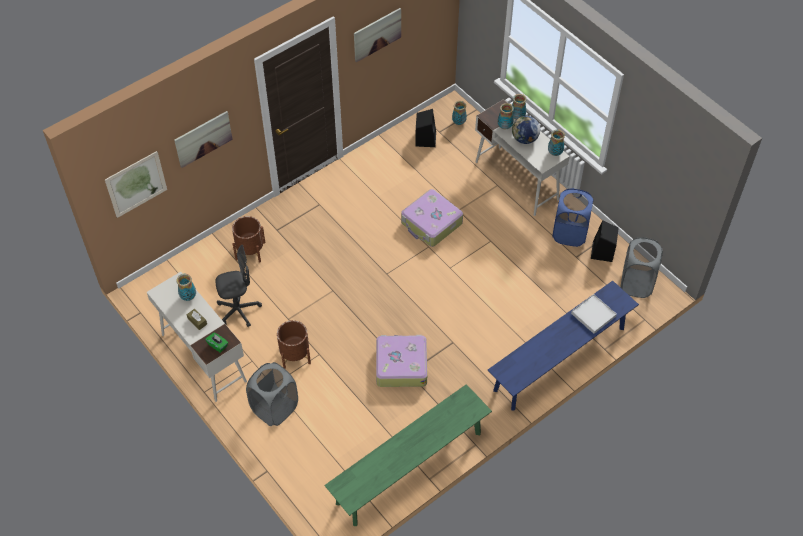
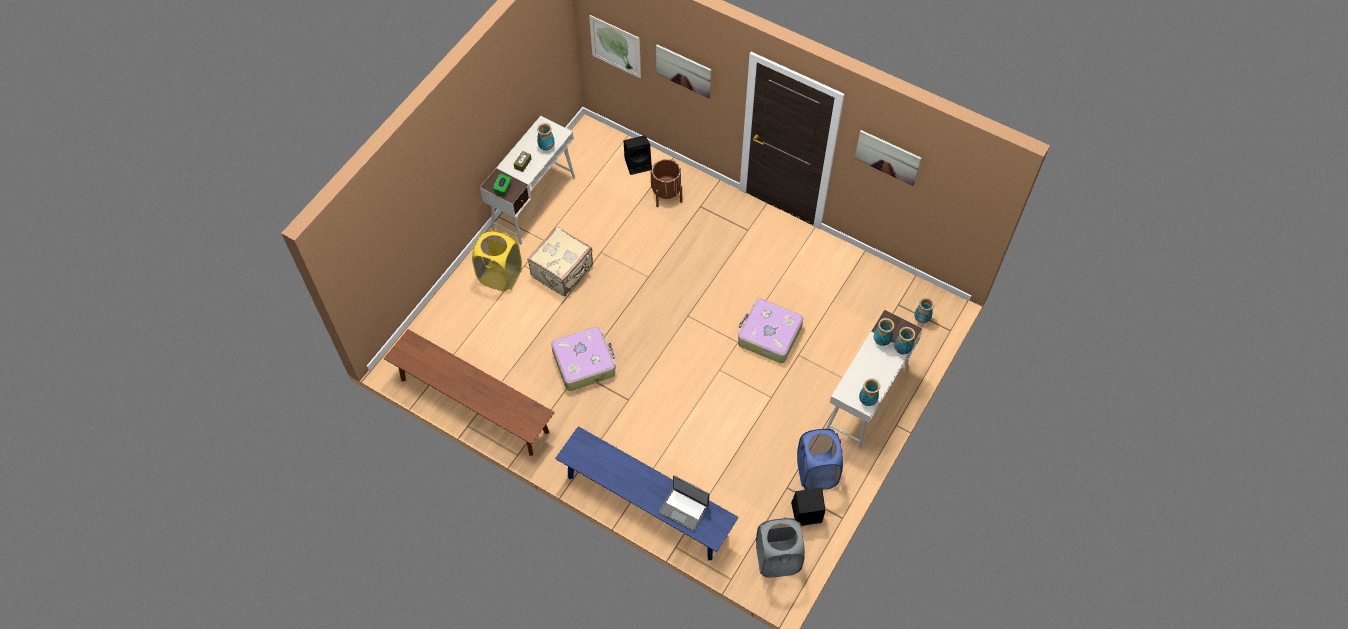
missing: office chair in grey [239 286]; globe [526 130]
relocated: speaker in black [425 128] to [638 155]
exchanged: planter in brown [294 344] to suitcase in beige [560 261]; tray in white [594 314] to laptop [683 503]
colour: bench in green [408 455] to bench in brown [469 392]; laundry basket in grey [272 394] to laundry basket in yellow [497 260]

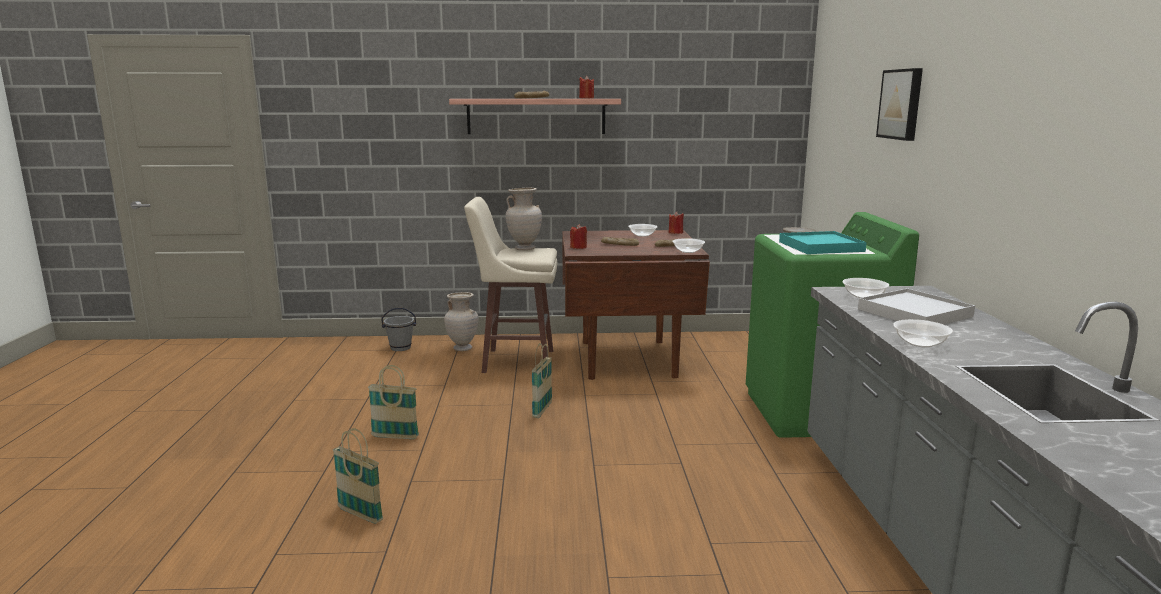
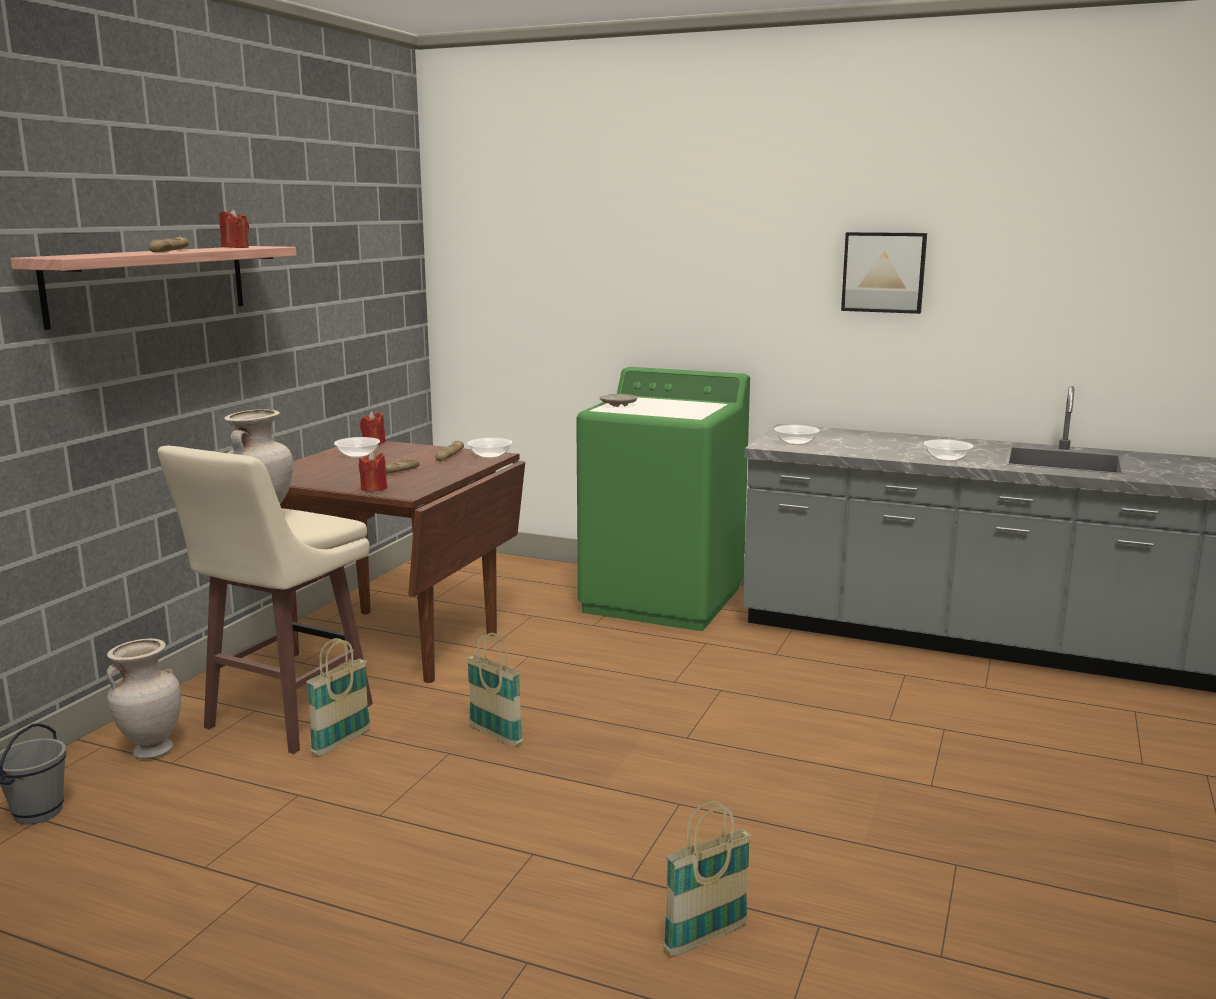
missing: tray in turquoise [823 242]; tray in white [916 306]
relocated: basket [393 402] to [338 697]; picture [899 104] to [884 273]

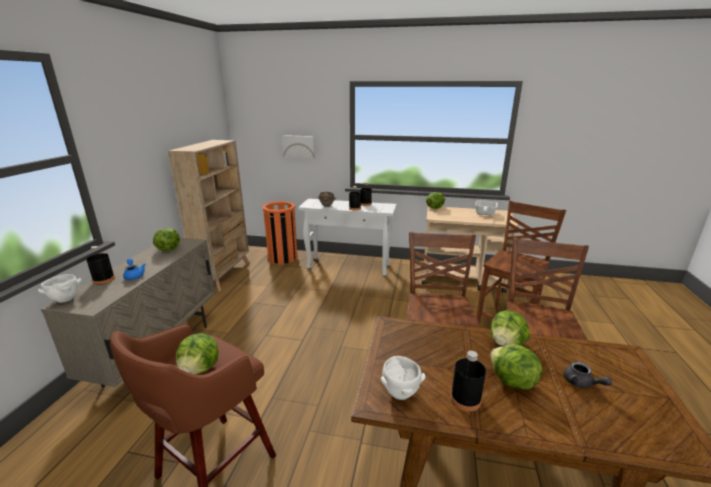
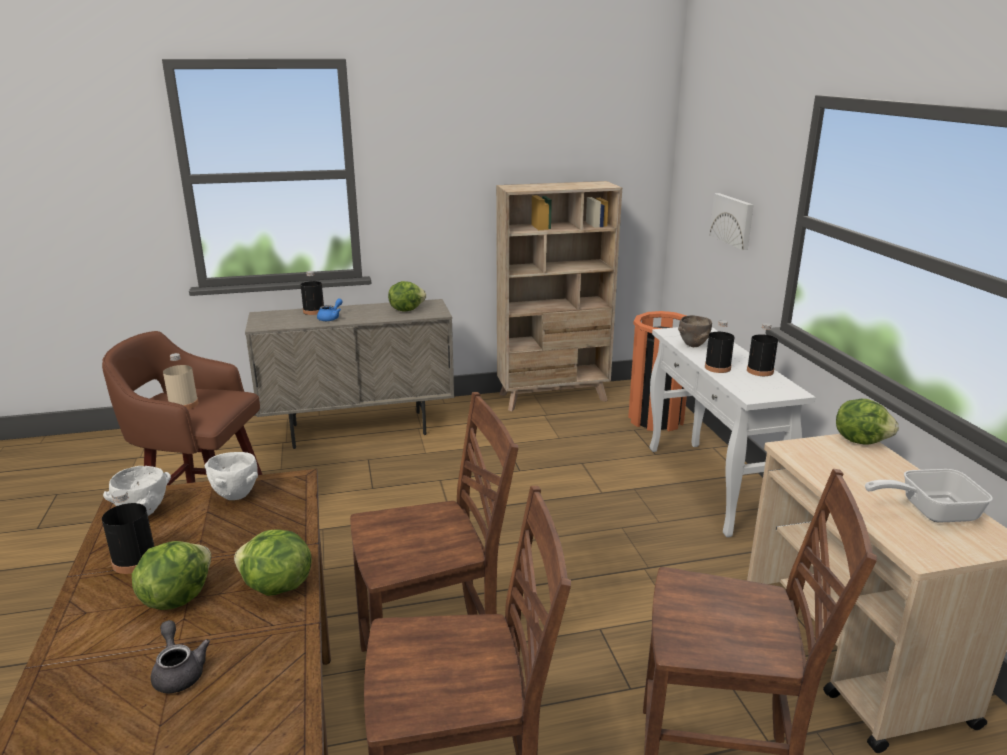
relocated: bowl in white [59 288] to [231 476]
exchanged: lettuce [197 354] to bottle in beige [181 381]
spun: teapot in grey [587 375] = [180 656] 120 degrees clockwise

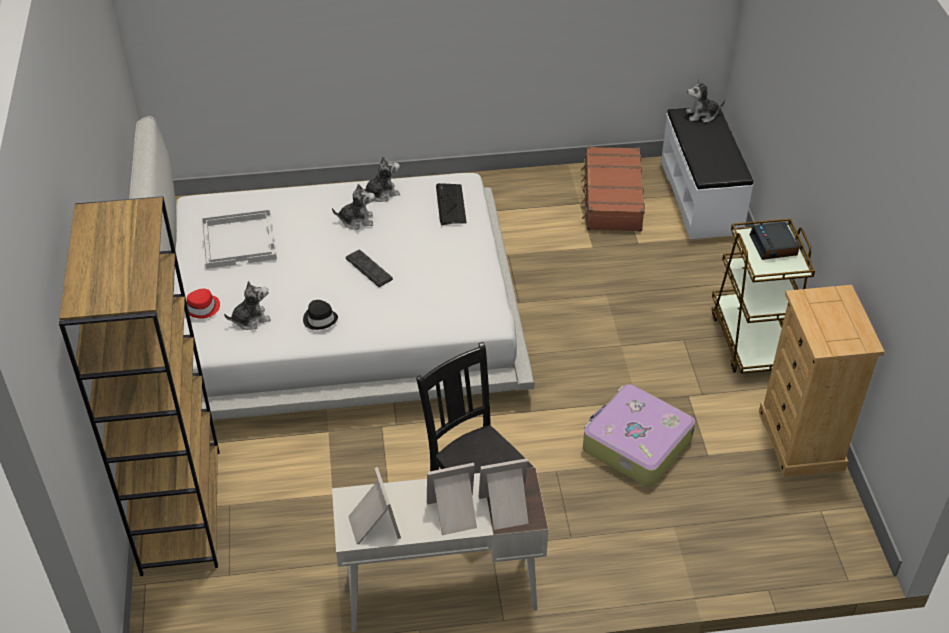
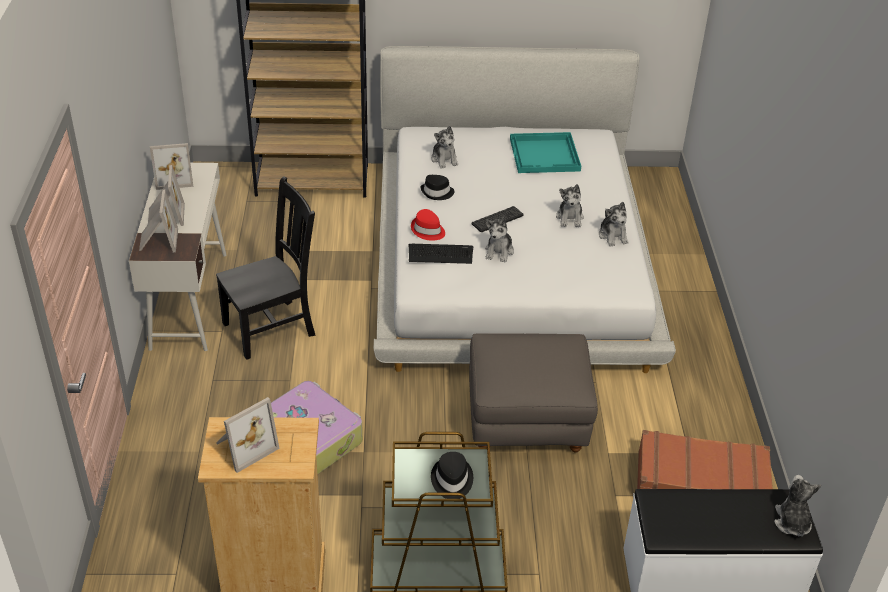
appeared: picture frame [248 435]; ottoman in grey [533 393]; plush toy [499 239]
relocated: keyboard [451 204] to [441 254]; hat in red [202 304] to [428 224]
exchanged: alarm clock [774 241] to hat in black [452 475]
colour: tray in white [239 239] to tray in turquoise [545 152]

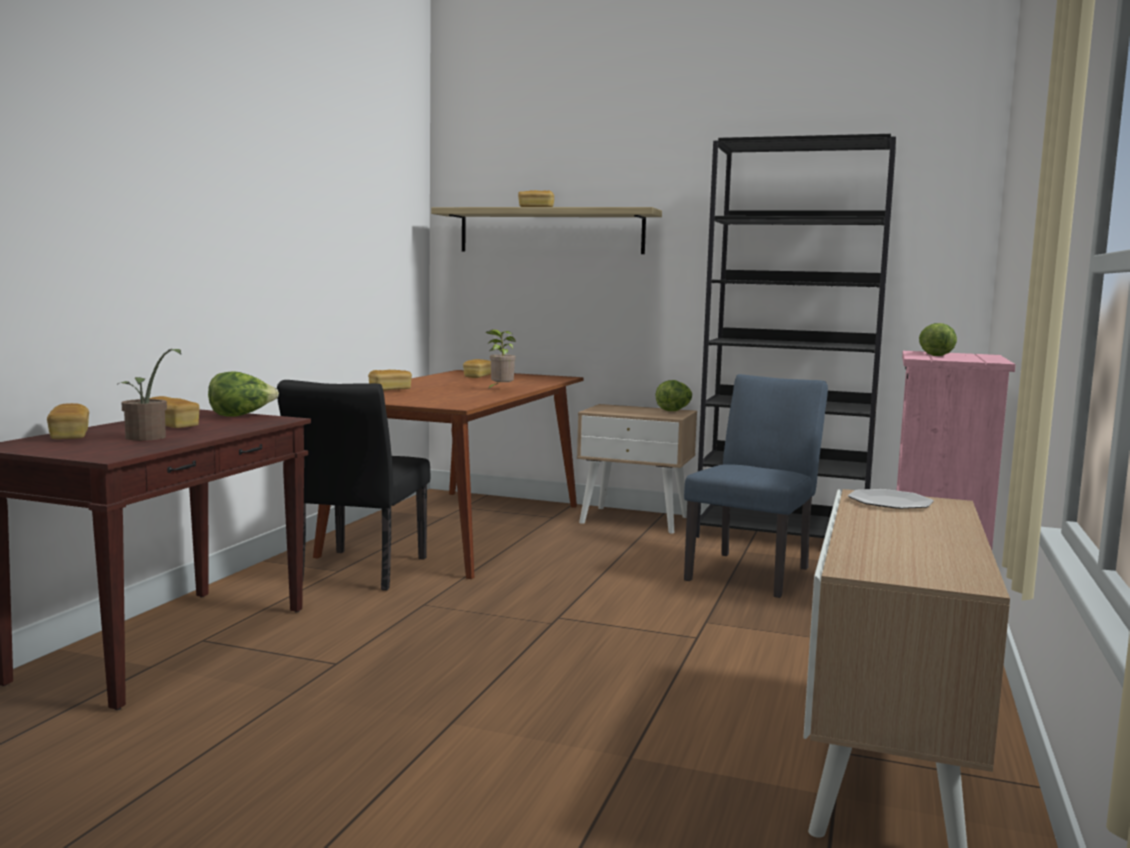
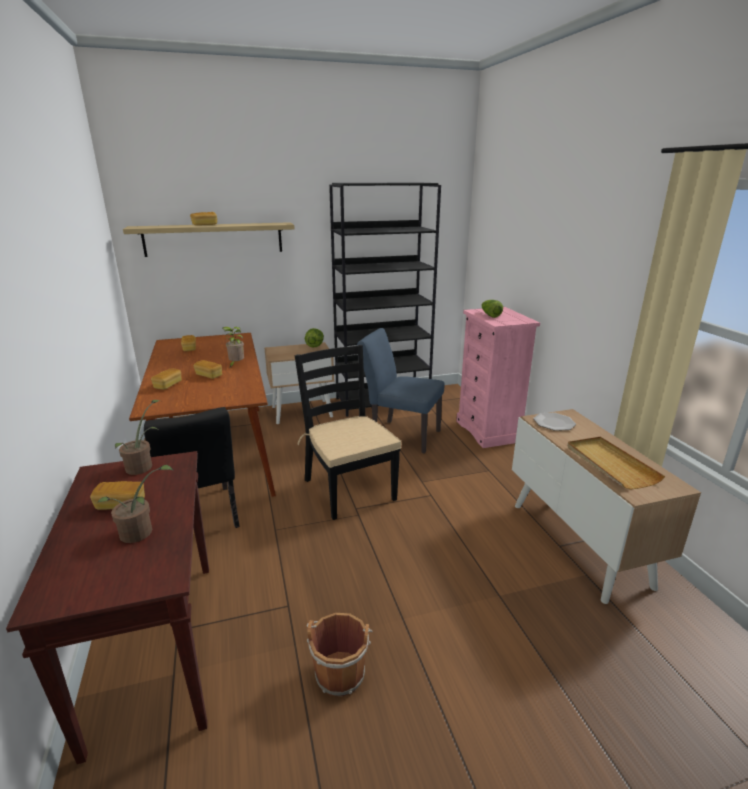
appeared: chair in black [348 432]; bucket in brown [339 655]; tray in beige [616 463]
relocated: bread [68 421] to [208 369]
exchanged: lettuce [243 394] to potted plant [137 437]
spun: chair in blue [756 486] = [400 391] 60 degrees counterclockwise

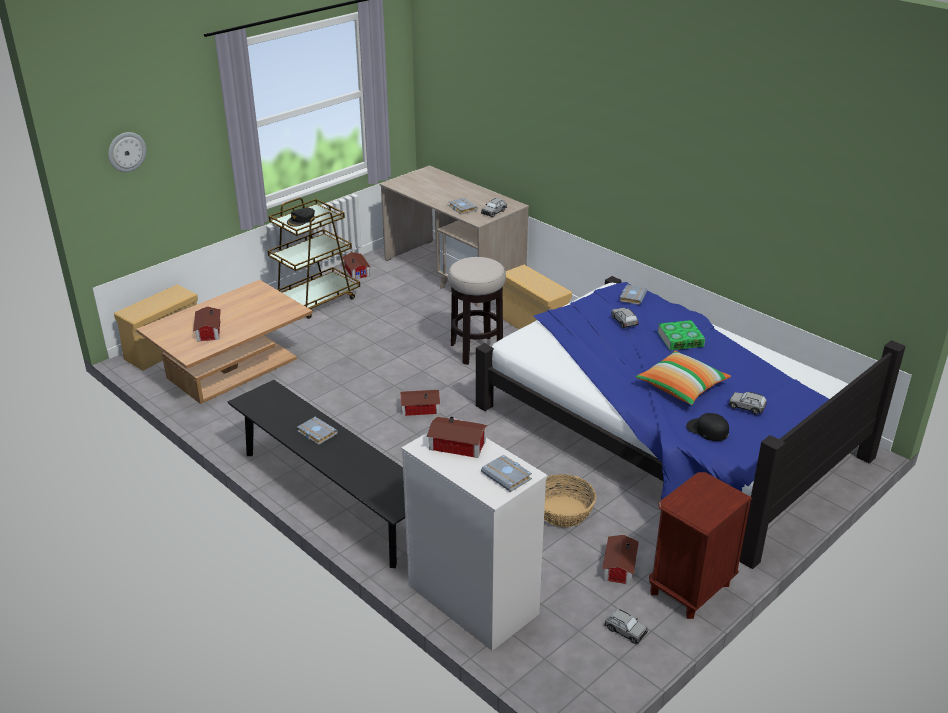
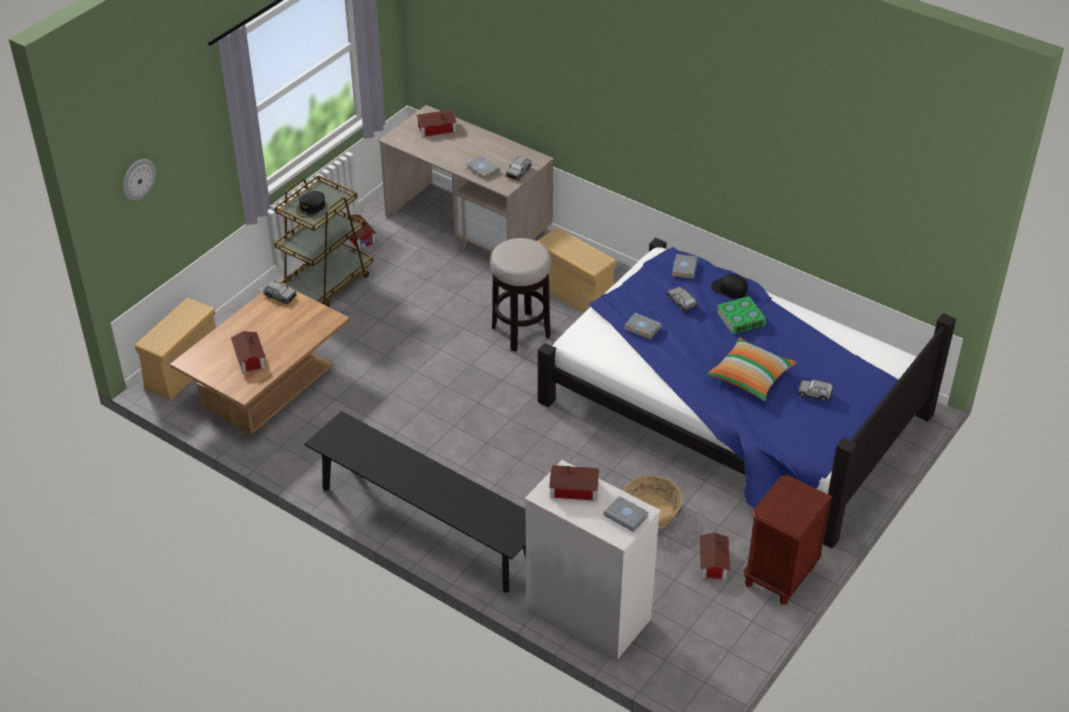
relocated: toy car in grey [626 626] to [280 292]; toy house [420 403] to [436 123]; book in grey [317 431] to [643 326]; cap in black [707 427] to [729 286]

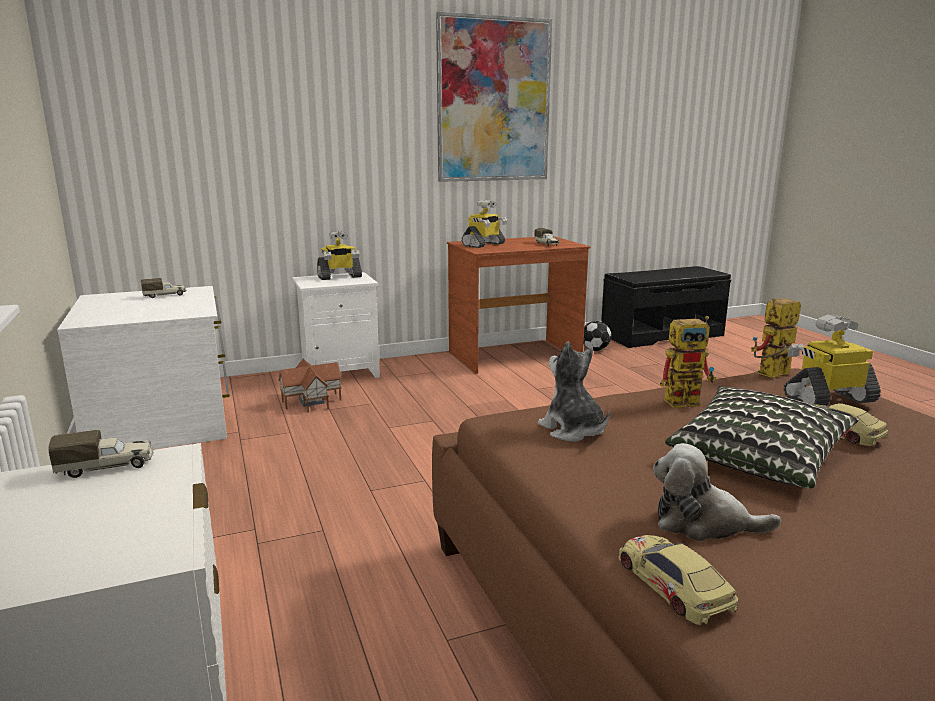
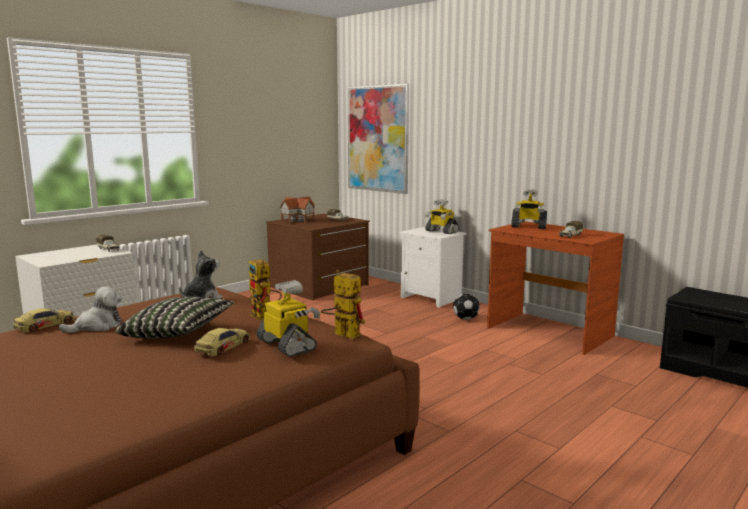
relocated: toy house [310 385] to [297 210]; picture [494 97] to [378 139]; football [597 336] to [466 306]
colour: dresser in white [143 367] to dresser in brown [318 257]
spun: plush toy [717 492] = [90 309] 60 degrees clockwise

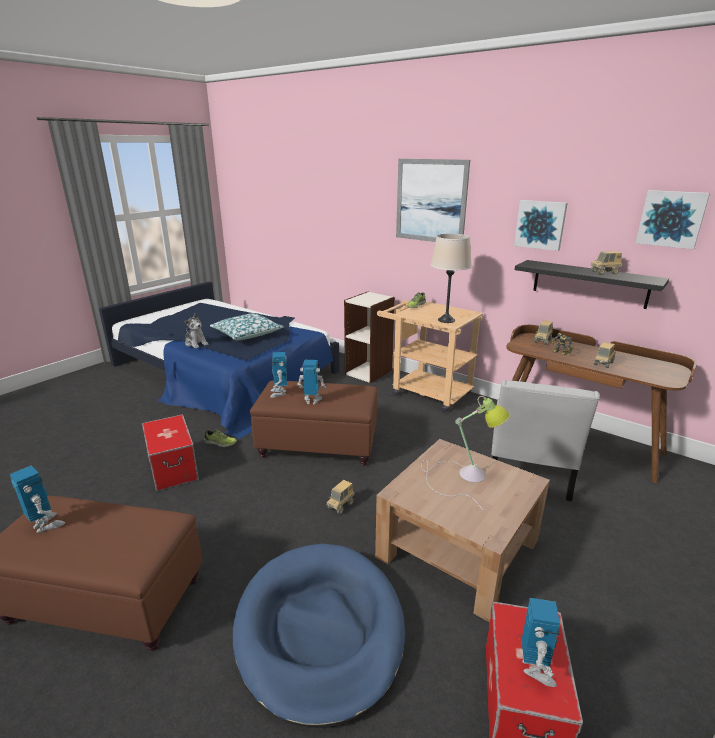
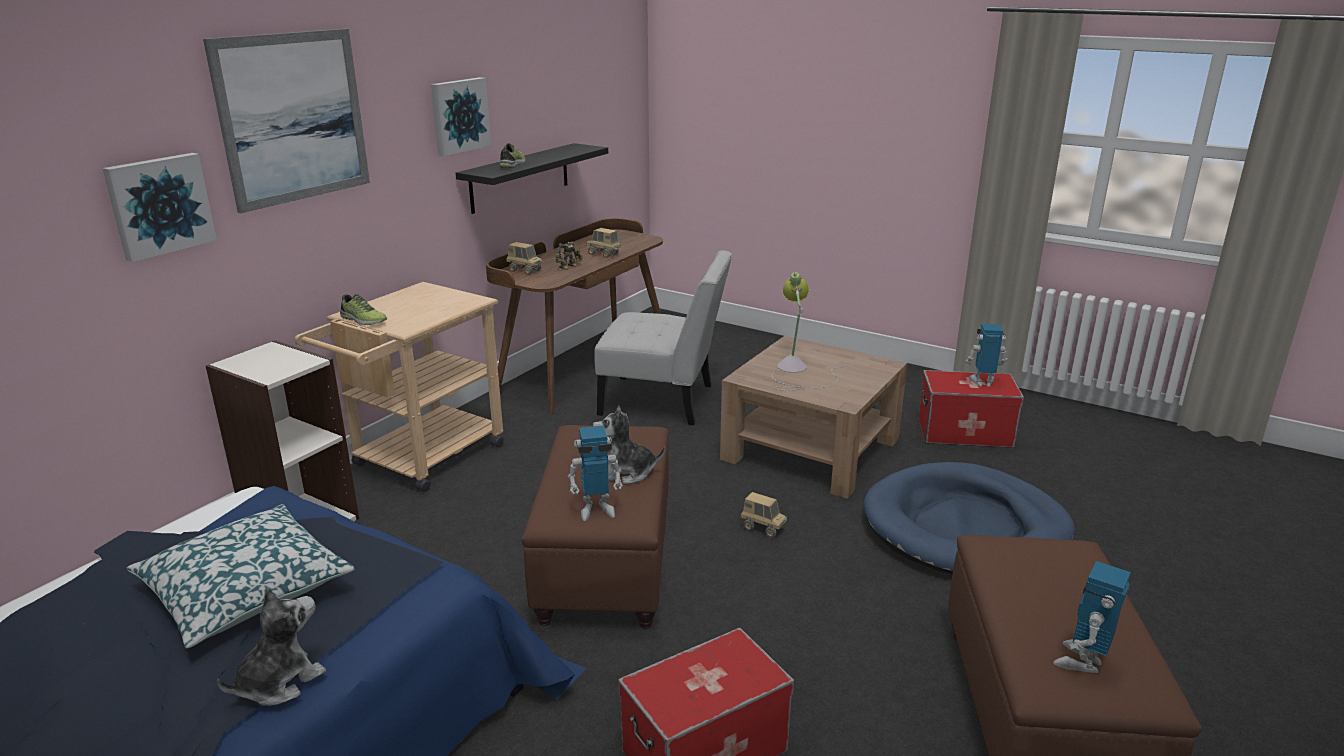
missing: table lamp in beige [451 278]; toy truck [606 263]
relocated: picture [673 219] to [159 207]; shoe [220 438] to [513 155]
exchanged: toy robot [311 382] to plush toy [629 444]

